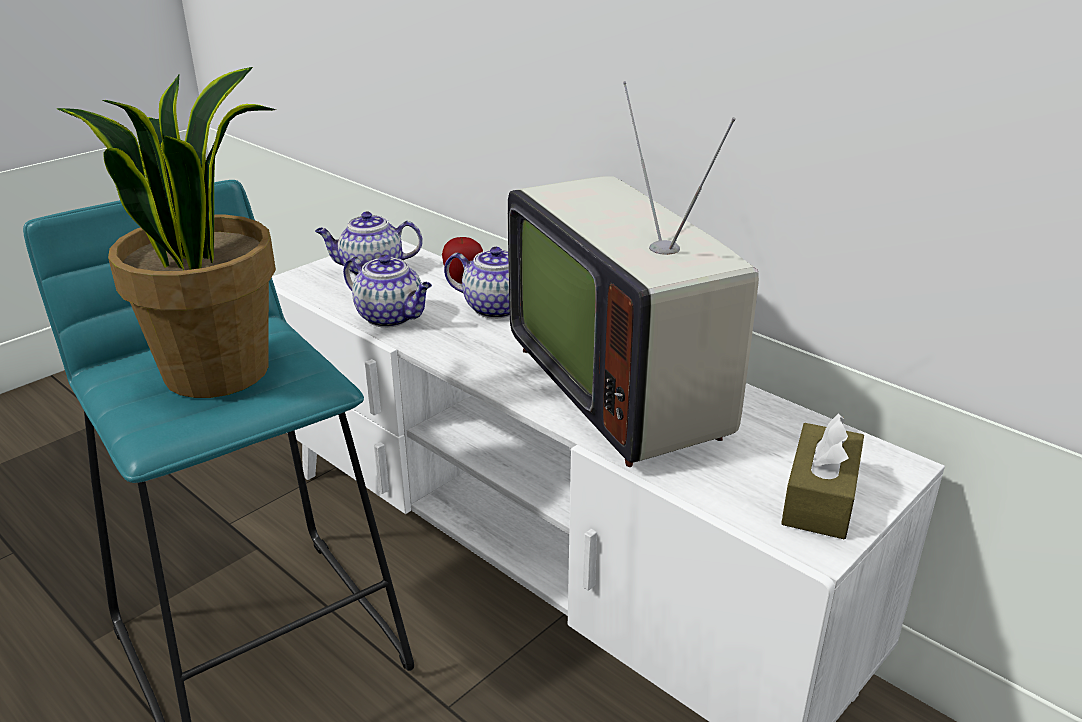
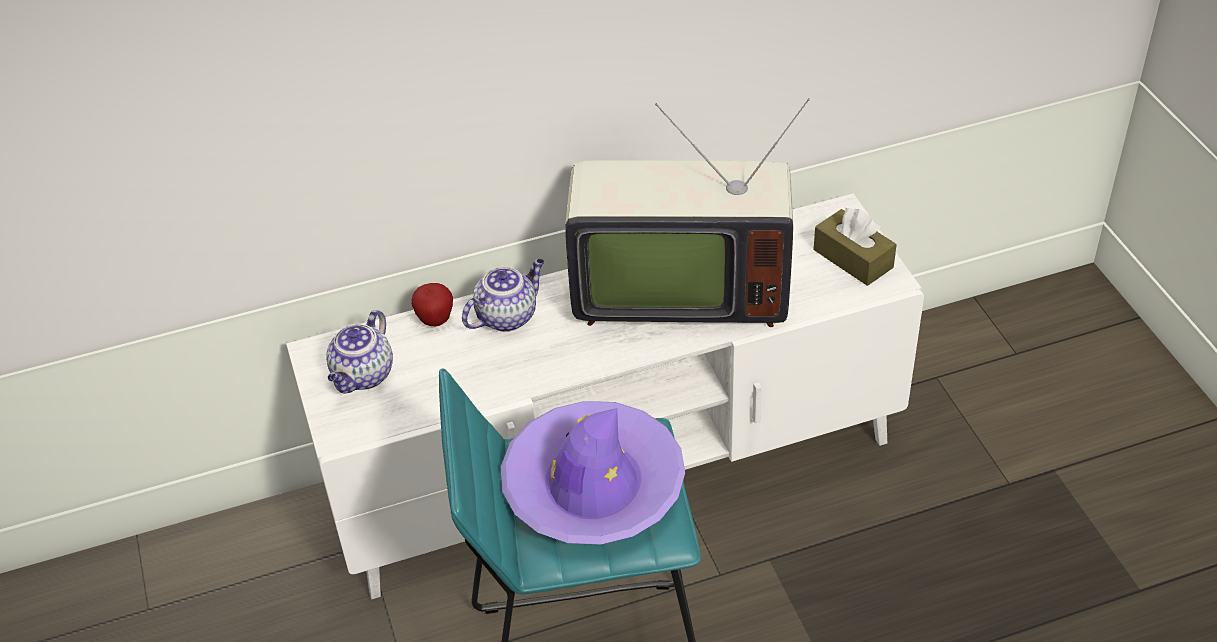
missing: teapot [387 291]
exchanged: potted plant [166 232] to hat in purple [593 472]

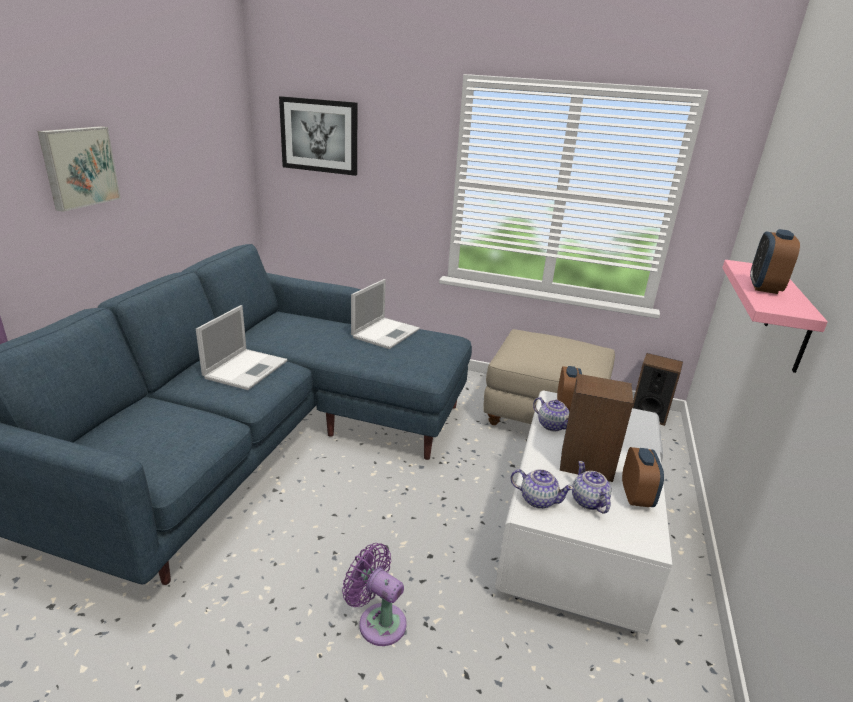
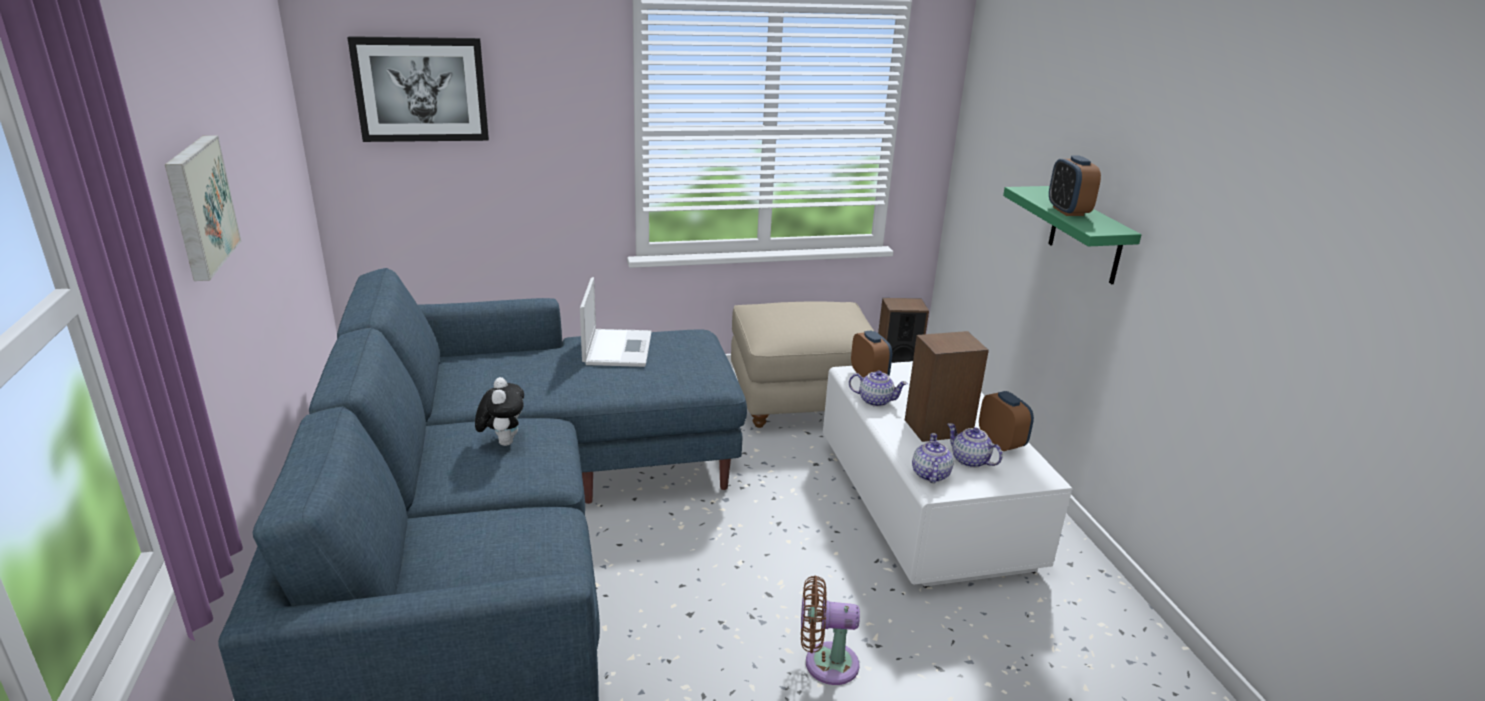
exchanged: laptop [242 347] to plush toy [499 411]
colour: fan in purple [374 594] to fan in brown [830 630]; shelf in pink [775 316] to shelf in green [1072 235]
spun: teapot [542 489] = [933 458] 75 degrees counterclockwise

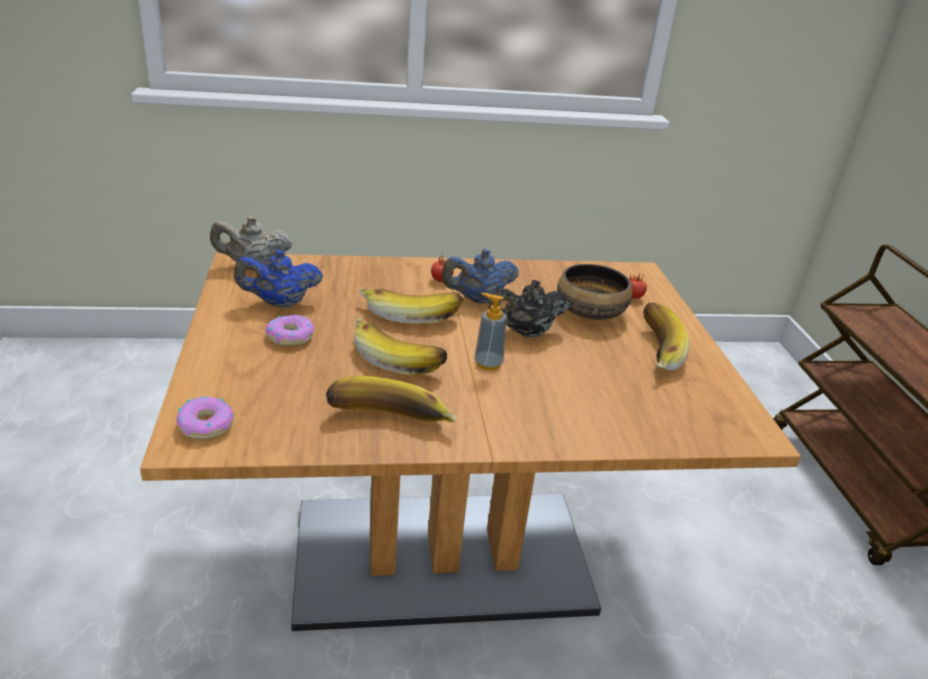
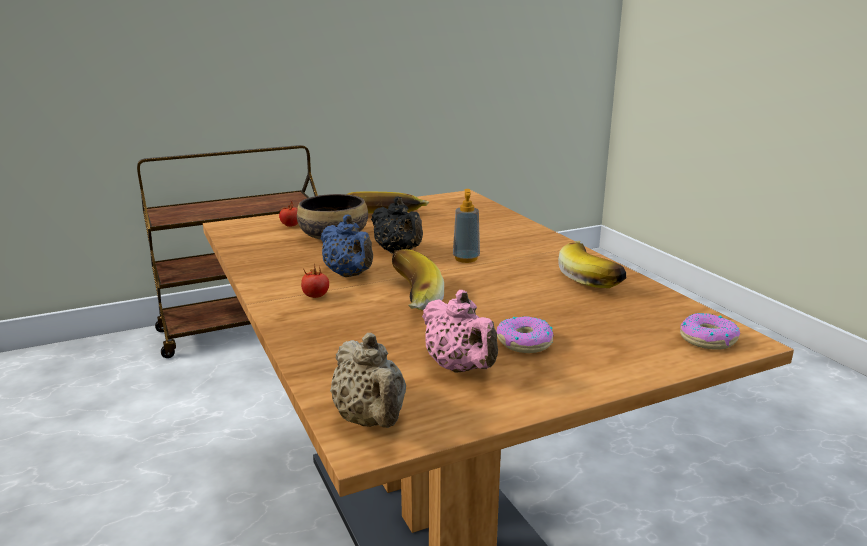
missing: banana [400 346]
colour: teapot in blue [278 279] to teapot in pink [460 331]

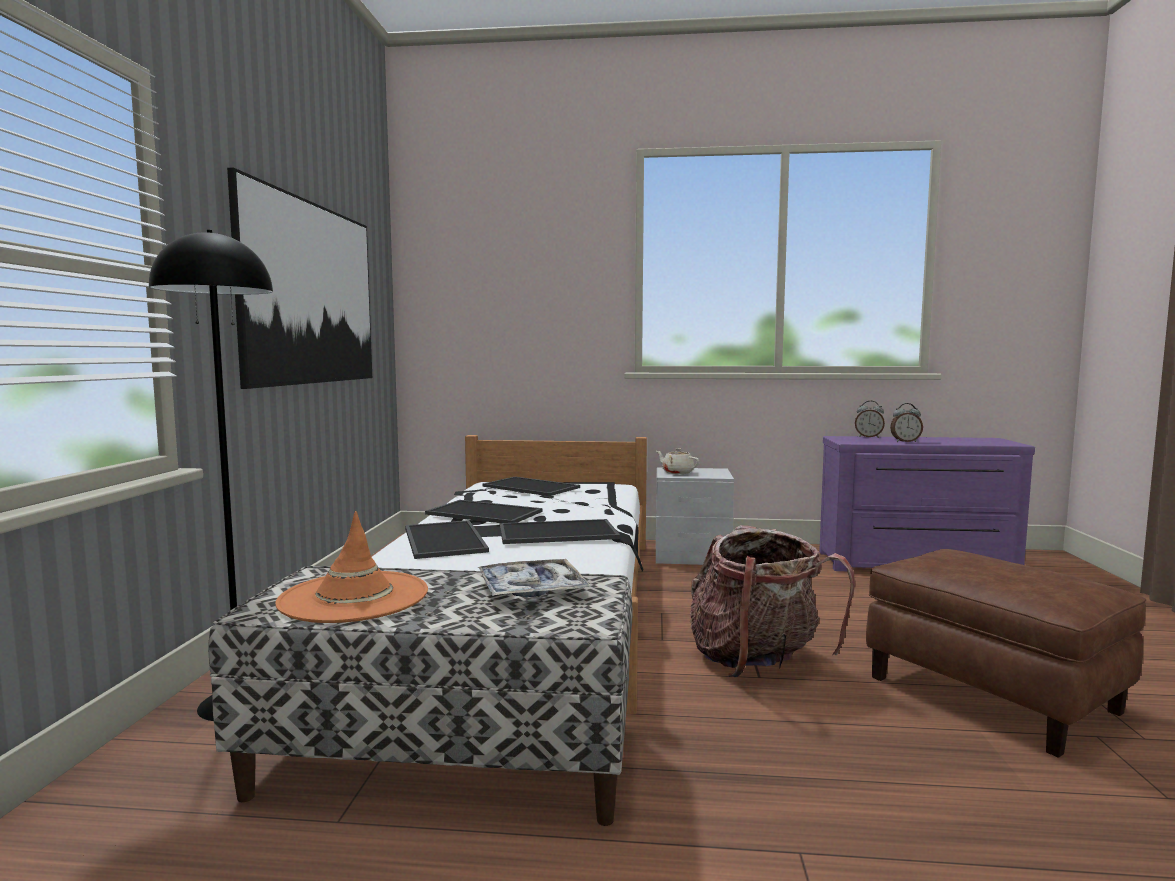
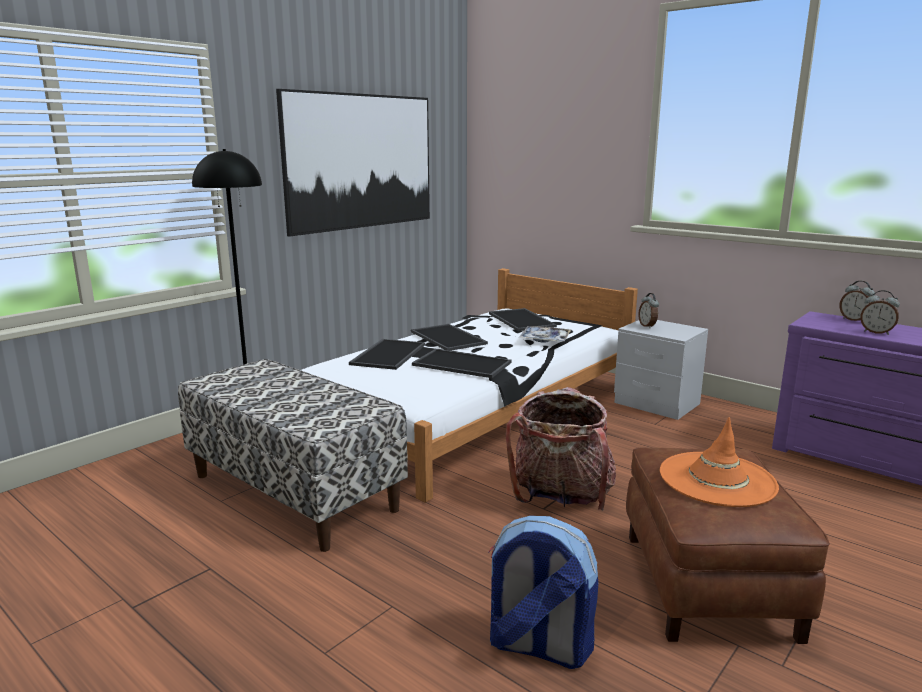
appeared: backpack [543 592]
relocated: tray [534 578] to [545 334]; hat in orange [351 567] to [719 462]
exchanged: teapot in beige [677 461] to alarm clock [648 310]

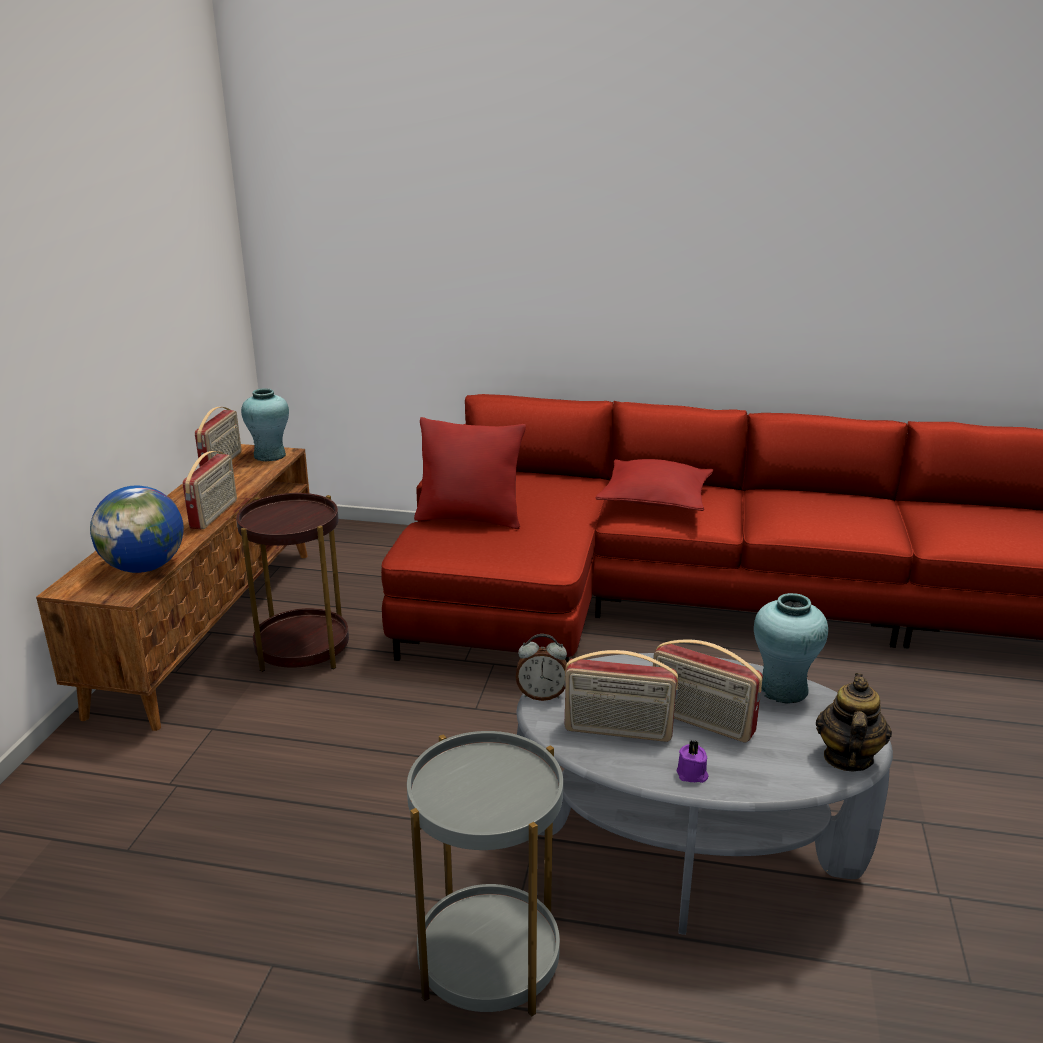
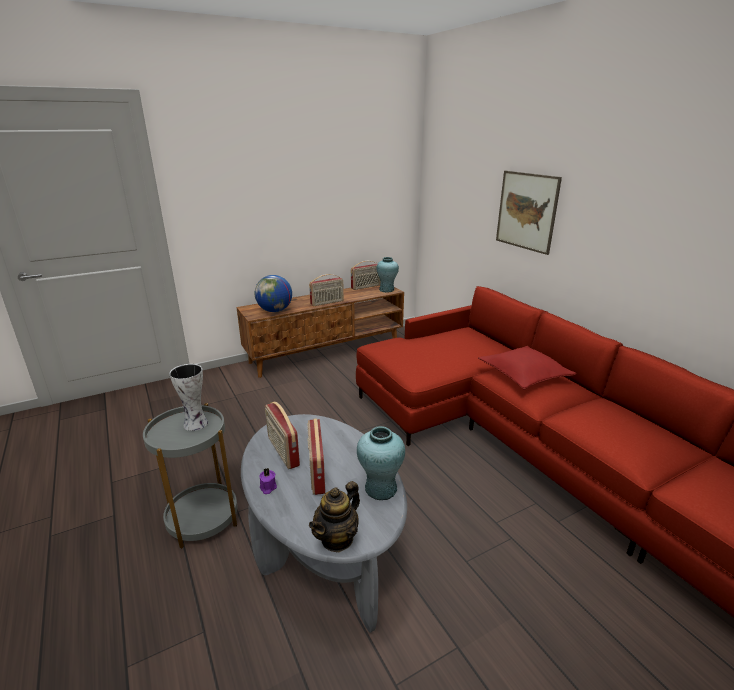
missing: side table in brown [292 582]; pillow in red [470 473]; alarm clock [541 667]
appeared: vase [188 397]; picture [529 213]
spun: teapot [854 722] = [334 516] 150 degrees clockwise

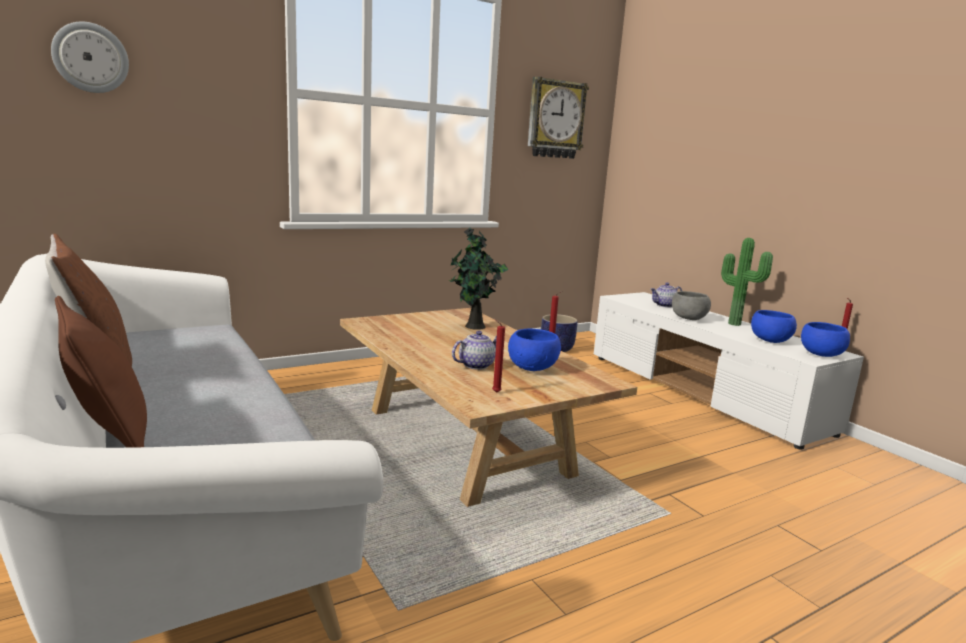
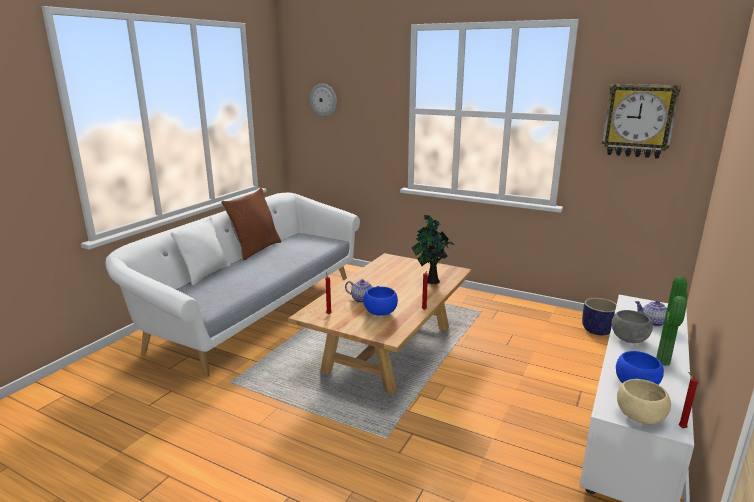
colour: pillow in brown [101 372] to pillow in white [200 251]; bowl in blue [825 339] to bowl in beige [644 401]

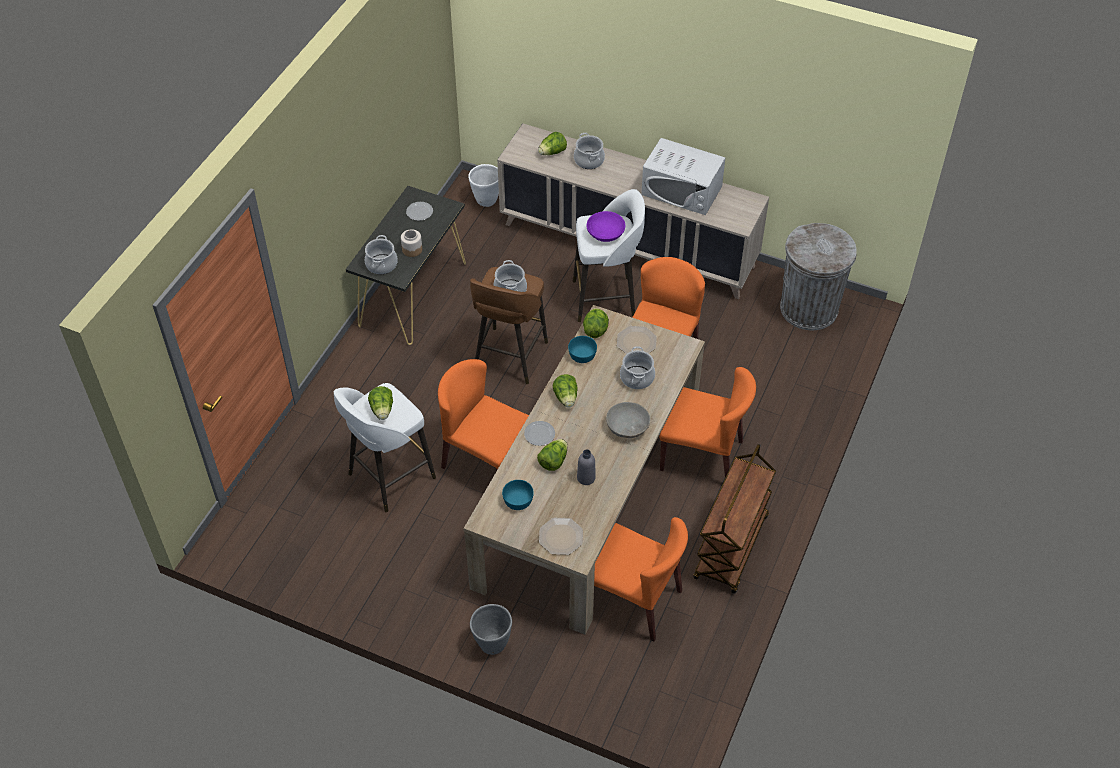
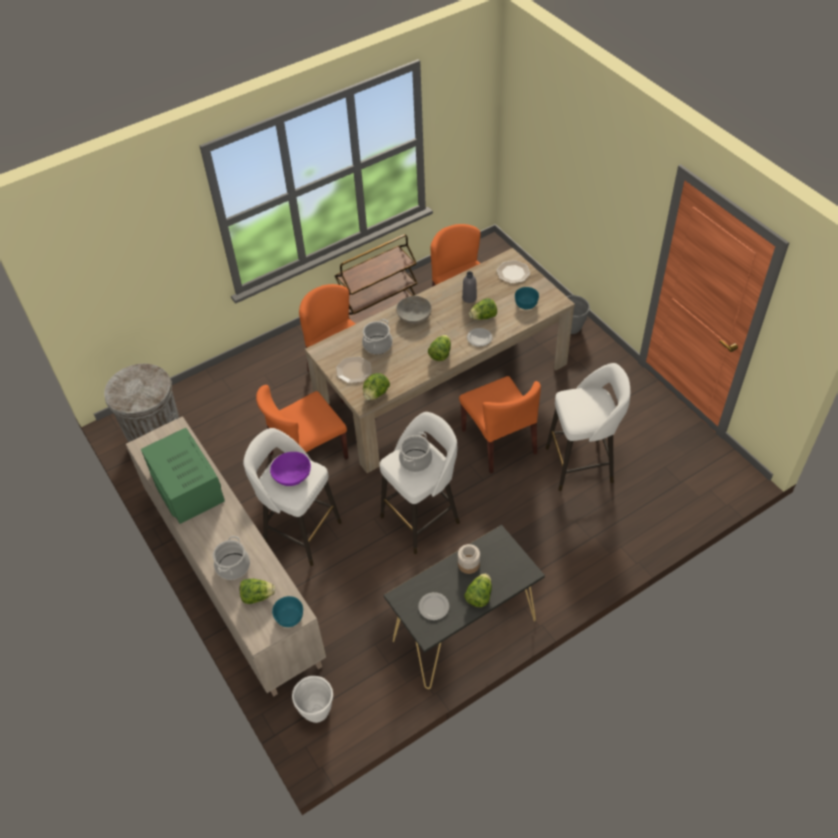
missing: cooking pot [381 254]
relocated: bowl in turquoise [582 349] to [287 611]; lettuce [380 403] to [478 590]
colour: microwave in white [683 176] to microwave in green [183 476]; stool in brown [509 325] to stool in white [419 483]

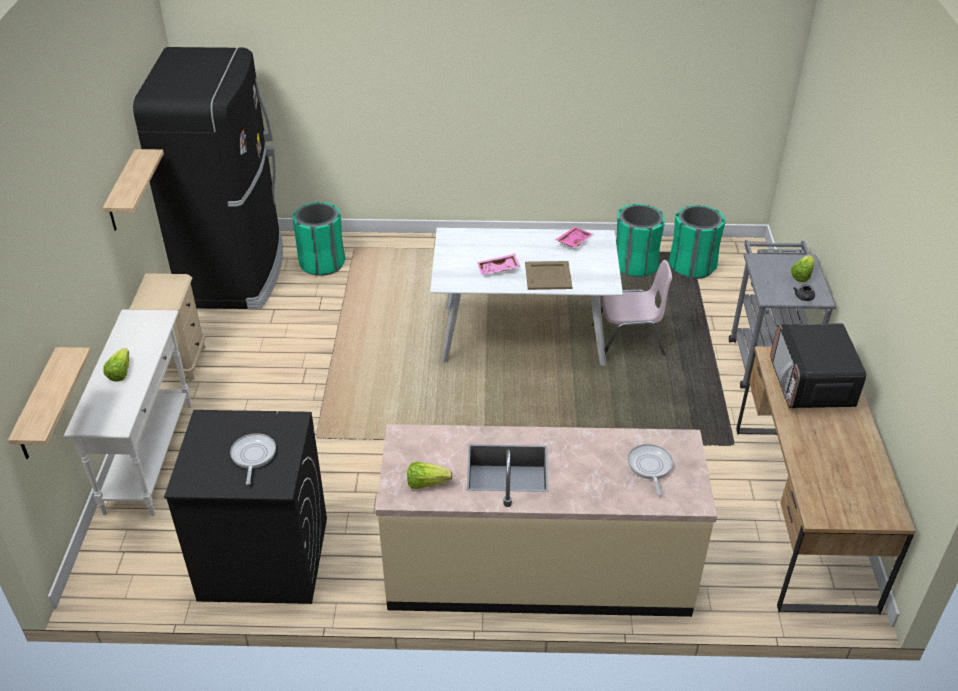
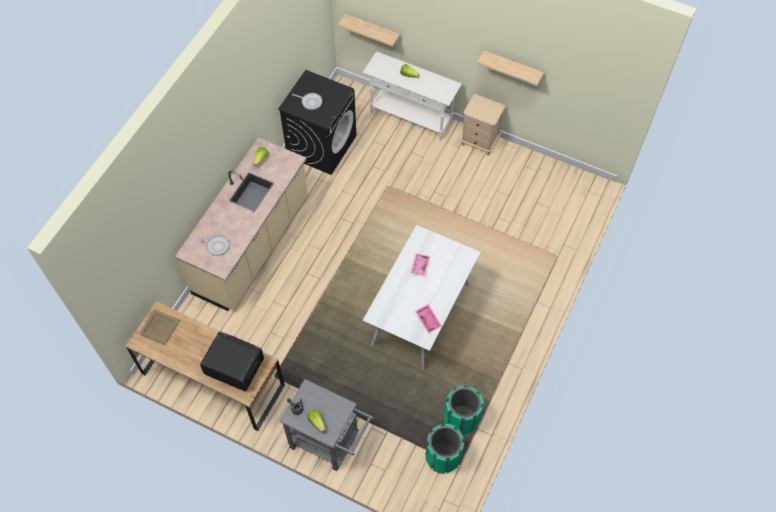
missing: fridge in black [208 178]; trash can in green [318 239]; chair in pink [632 308]
relocated: tray in beige [548 275] to [159 327]

